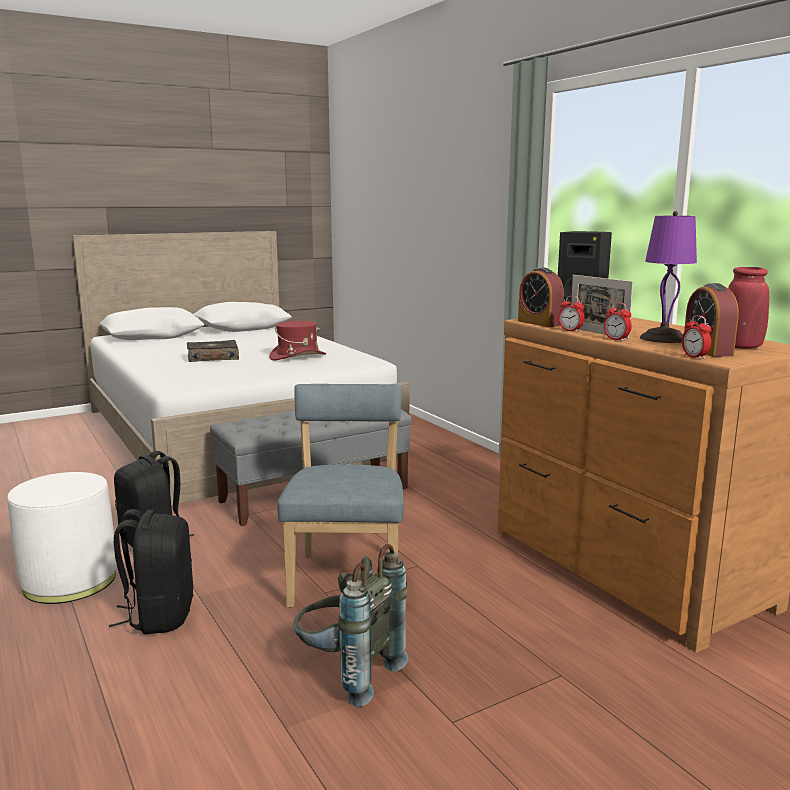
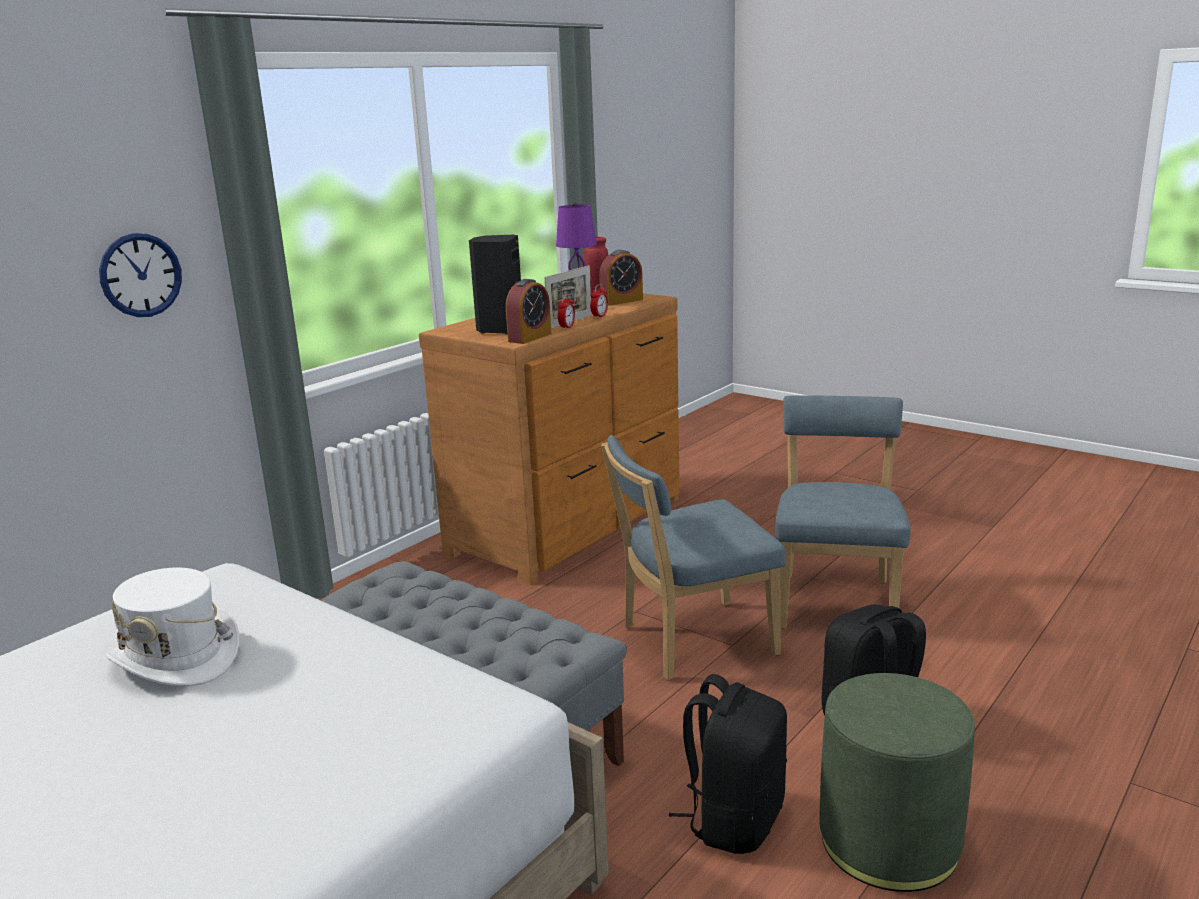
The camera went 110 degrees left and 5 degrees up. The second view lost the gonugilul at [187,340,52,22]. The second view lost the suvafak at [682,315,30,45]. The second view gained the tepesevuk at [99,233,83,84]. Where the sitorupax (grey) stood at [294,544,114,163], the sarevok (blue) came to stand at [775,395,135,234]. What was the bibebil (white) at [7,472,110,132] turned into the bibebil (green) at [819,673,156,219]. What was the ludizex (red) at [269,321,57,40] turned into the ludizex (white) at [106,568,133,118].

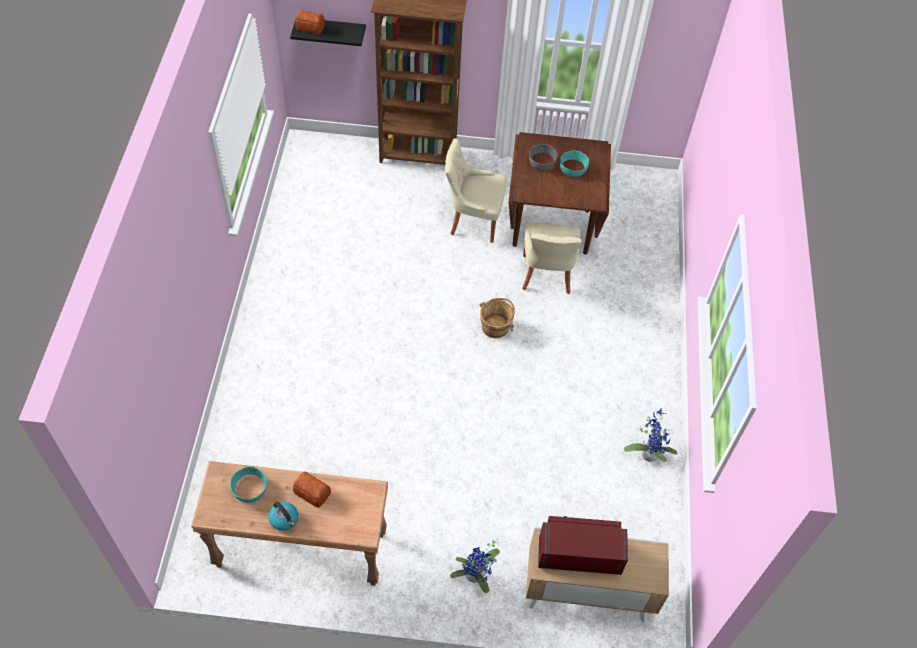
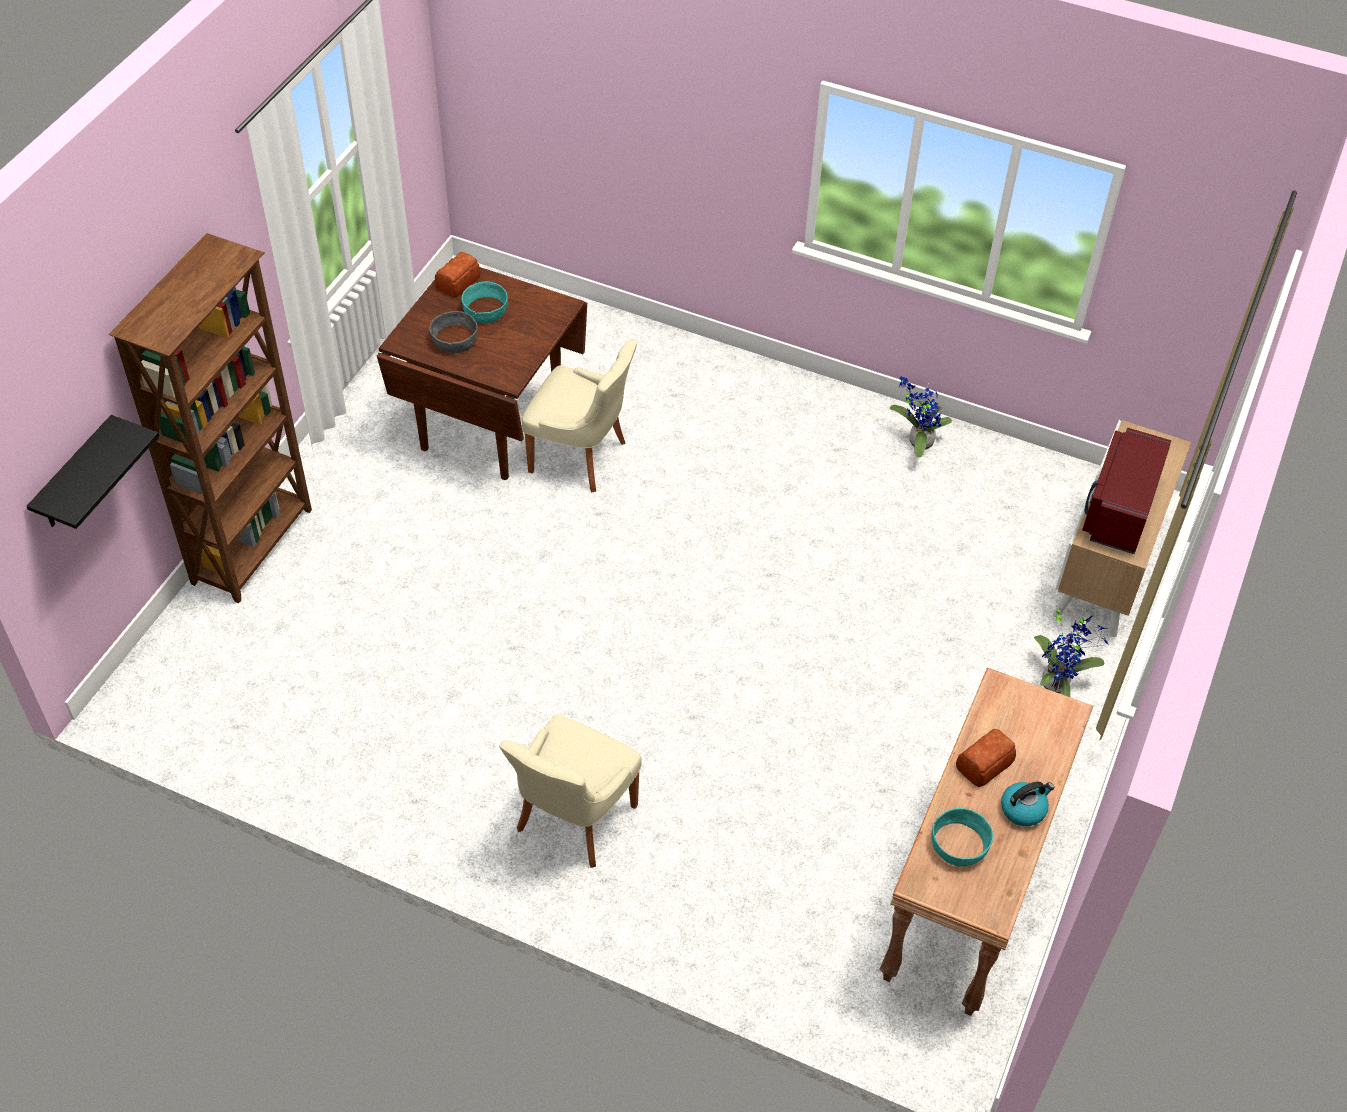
The camera went 70 degrees left and 5 degrees down. The second view lost the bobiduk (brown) at [479,298,36,40]. The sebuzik ended up elsewhere, having gone from [295,10,30,24] to [435,252,46,45]. The sarevok (beige) ended up elsewhere, having gone from [445,138,61,105] to [499,715,143,153].

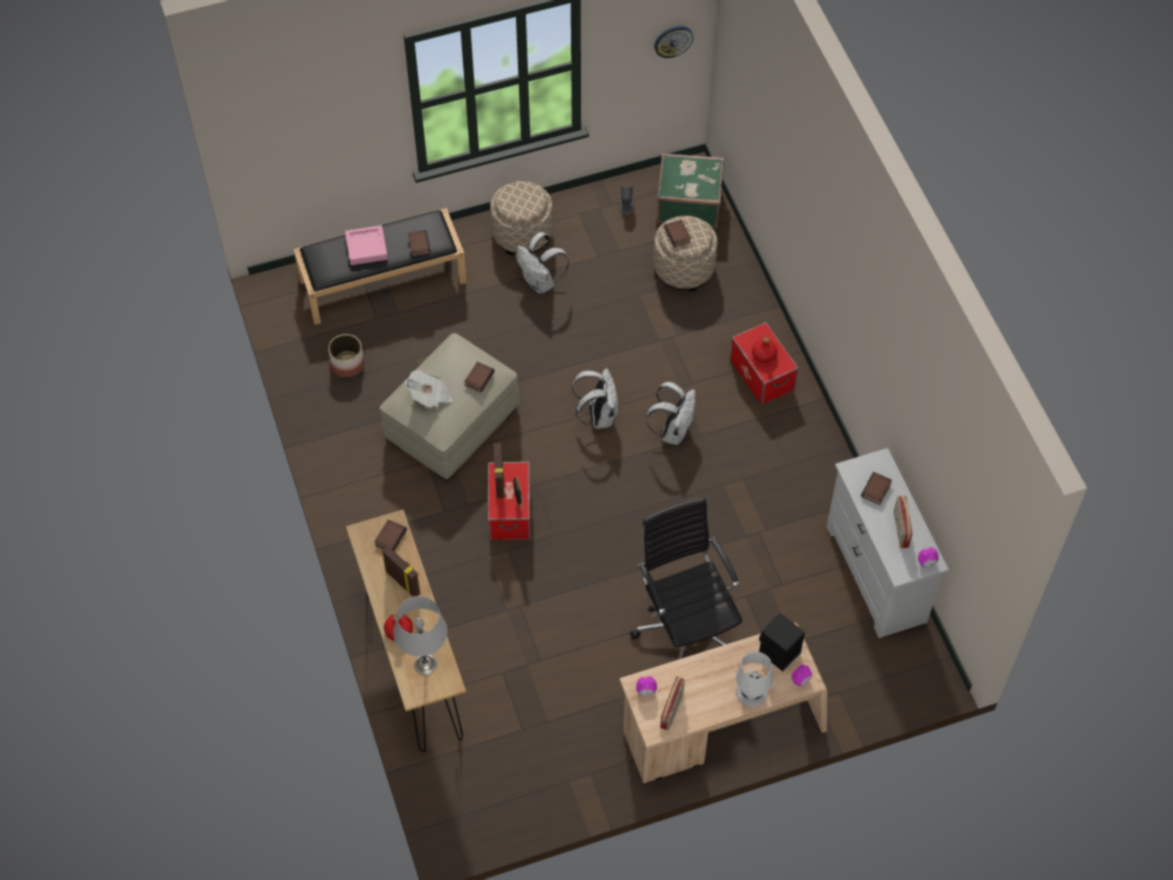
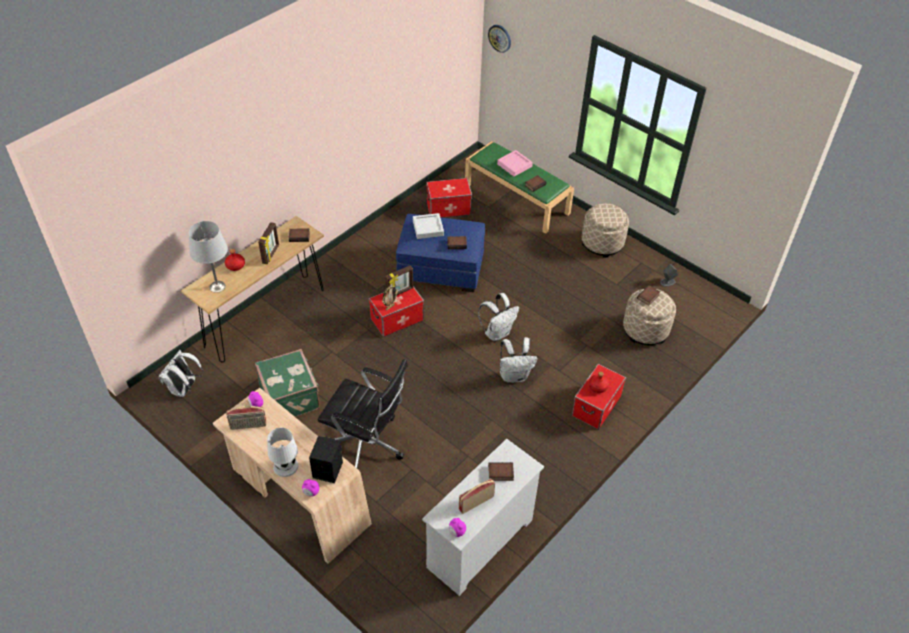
The camera went 60 degrees right and 10 degrees down. The sitorupax (white) ended up elsewhere, having gone from [516,232,53,62] to [158,350,46,47]. The tepesevuk ended up elsewhere, having gone from [654,26,40,32] to [488,25,23,28]. The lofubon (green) ended up elsewhere, having gone from [657,153,67,76] to [255,349,65,68]. Where the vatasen stood at [328,334,36,43], the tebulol came to stand at [426,178,46,40]. Where the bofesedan stood at [405,369,48,39], the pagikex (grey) came to stand at [413,213,31,26]. What was the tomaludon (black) at [293,208,174,117] turned into the tomaludon (green) at [465,141,109,92]. What was the bibebil (beige) at [380,333,140,149] turned into the bibebil (blue) at [396,214,89,78]. The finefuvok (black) at [630,497,112,163] ended up facing another way, 75 degrees clockwise from before.

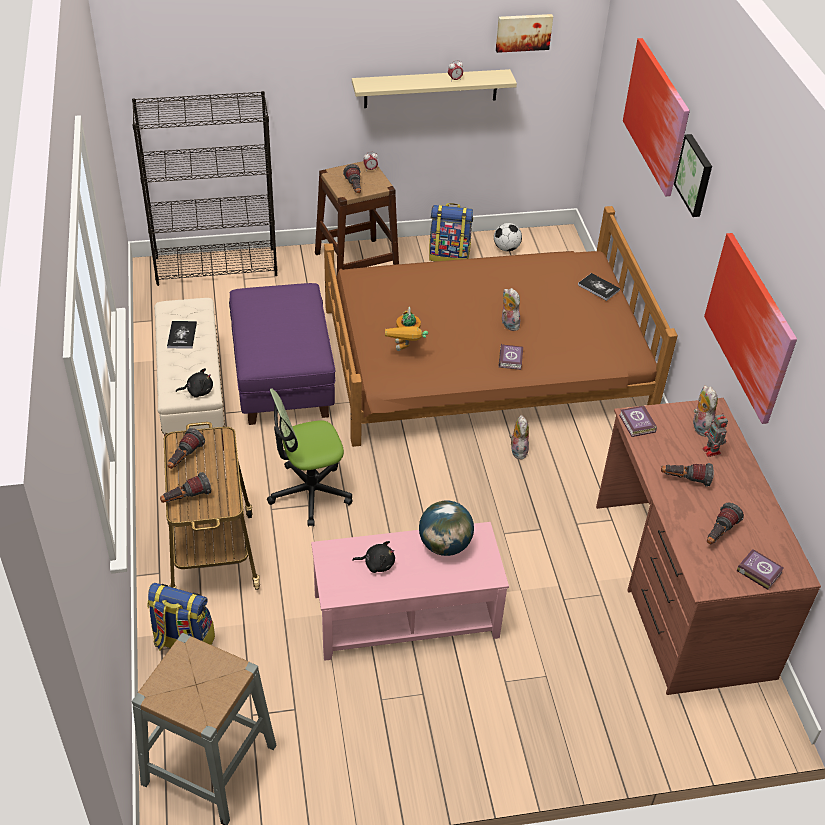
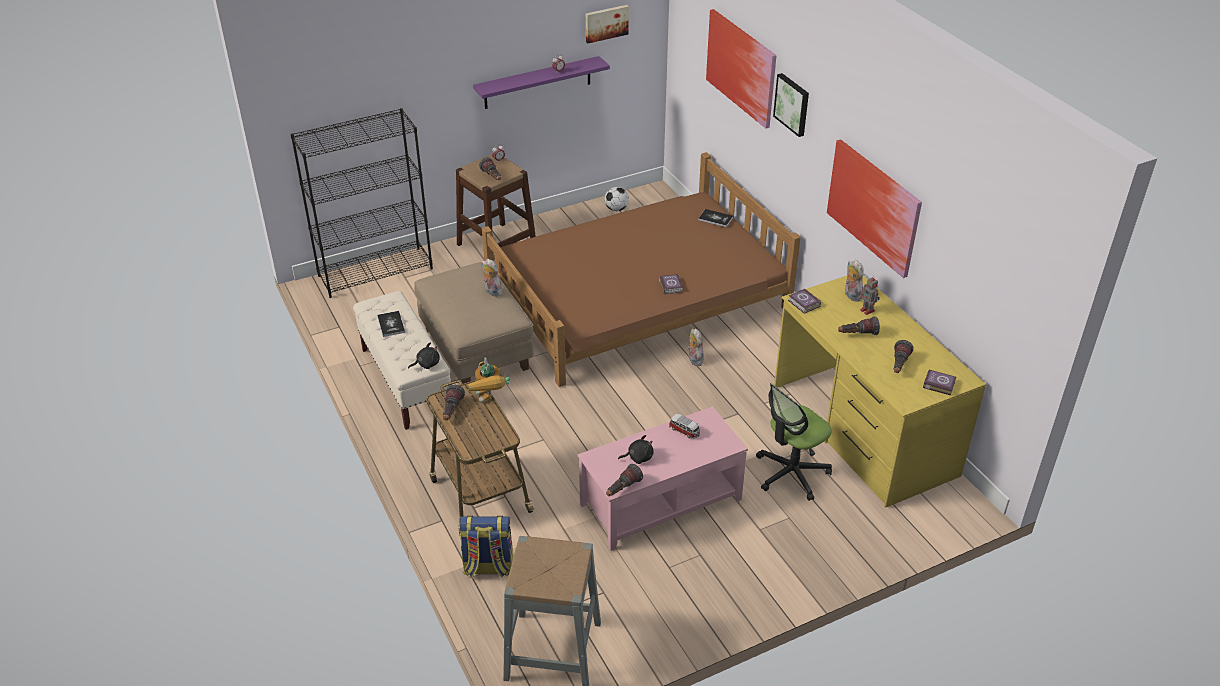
The camera went 15 degrees left and 5 degrees down. The second view lost the sitorupax at [429,203,44,59]. The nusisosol ended up elsewhere, having gone from [160,472,51,31] to [606,464,37,32]. The finefuvok ended up elsewhere, having gone from [267,389,86,137] to [756,383,76,118]. The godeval ended up elsewhere, having gone from [385,307,43,44] to [468,357,42,46]. The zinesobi ended up elsewhere, having gone from [502,288,18,43] to [481,259,22,37]. Where the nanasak stood at [419,500,55,56], the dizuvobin came to stand at [669,414,31,25]. What was the bibebil (purple) at [229,283,107,142] turned into the bibebil (beige) at [414,262,120,122]. What was the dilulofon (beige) at [352,69,165,39] turned into the dilulofon (purple) at [473,56,137,53]. What was the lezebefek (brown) at [596,398,225,297] turned into the lezebefek (yellow) at [774,275,212,233].

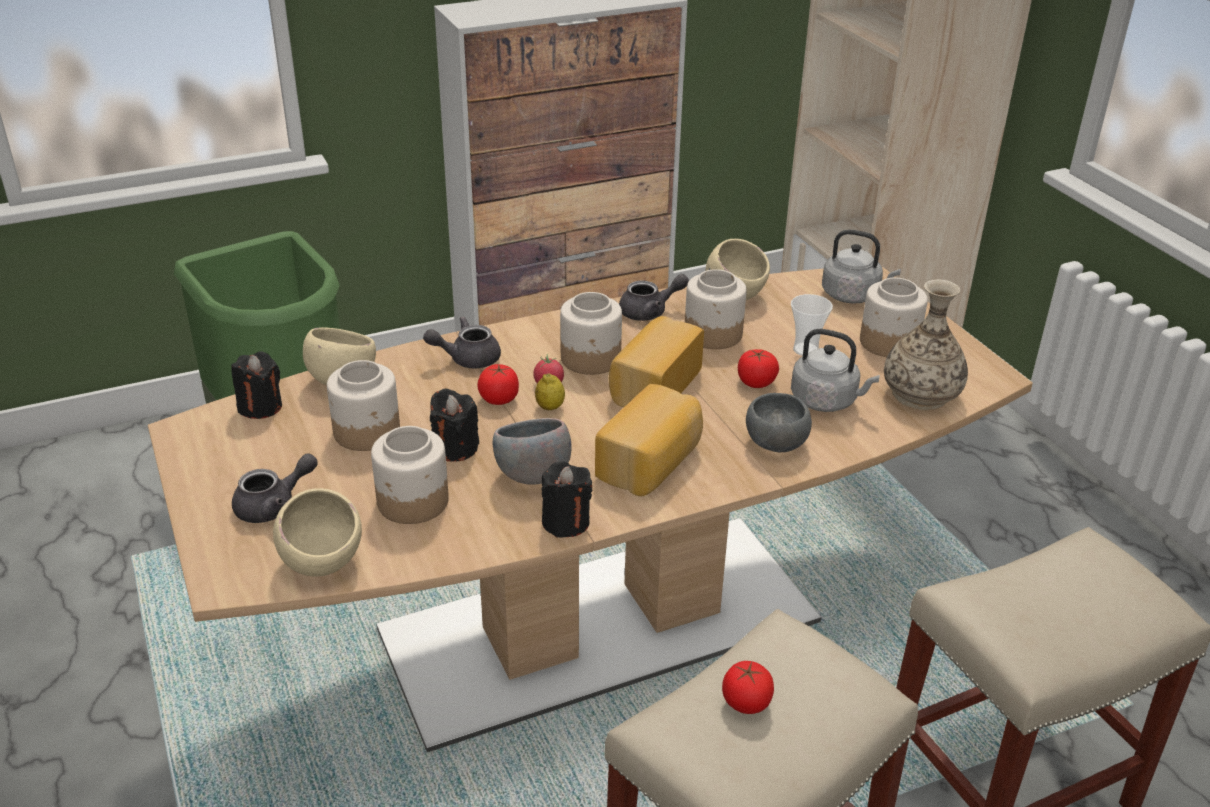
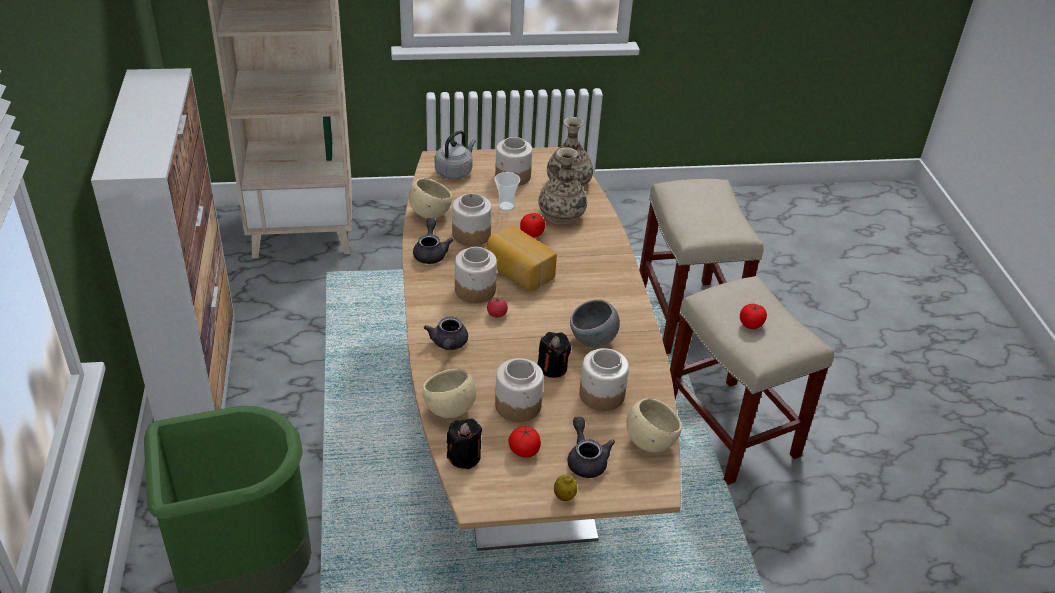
The camera went 75 degrees left and 5 degrees up. The second view lost the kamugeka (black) at [542,462,50,76]. The second view lost the sebuzik at [595,384,108,112]. The second view lost the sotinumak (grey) at [746,393,66,59]. The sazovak ended up elsewhere, having gone from [477,364,42,41] to [509,426,32,32]. The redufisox ended up elsewhere, having gone from [535,373,30,37] to [554,475,23,26]. Where the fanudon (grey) stood at [791,329,89,83], the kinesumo came to stand at [539,147,48,78].

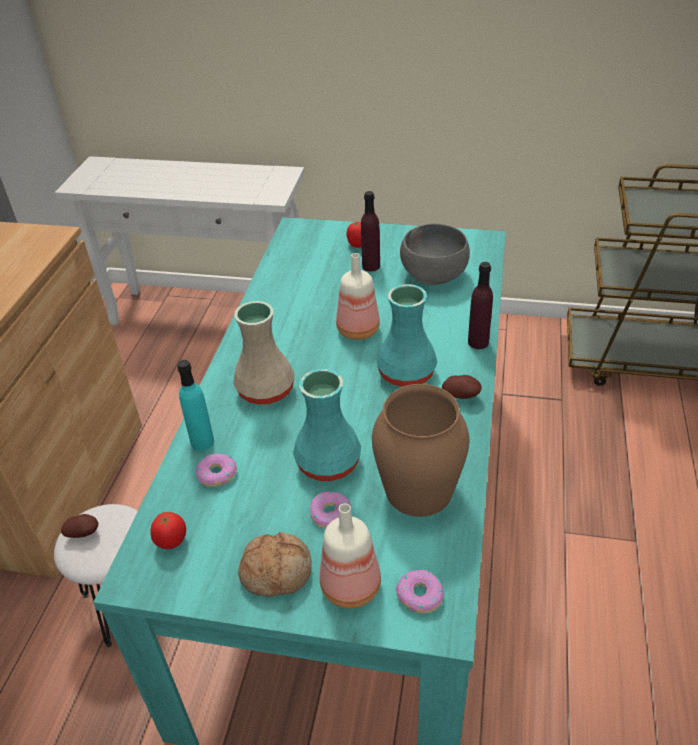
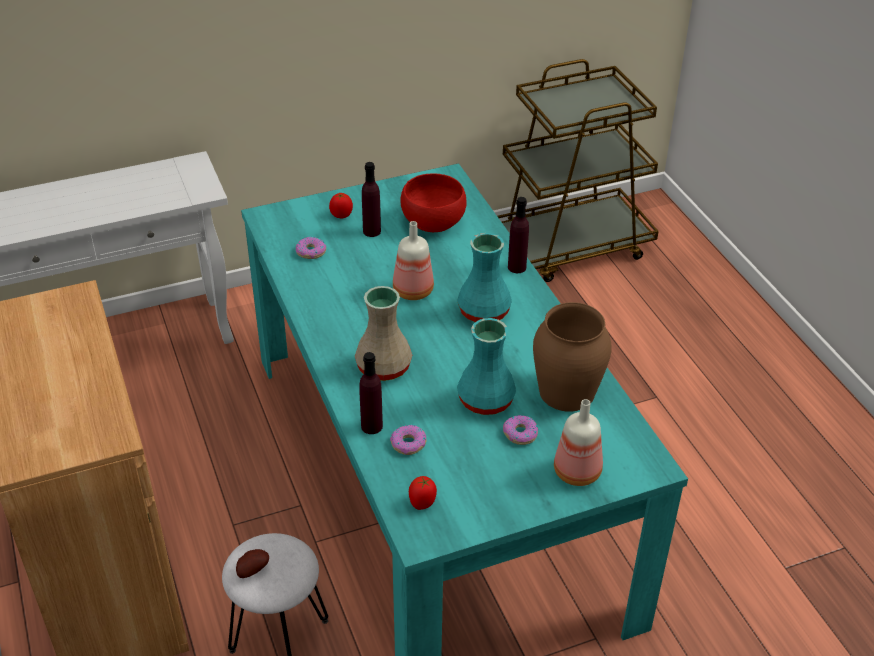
The camera went 35 degrees left and 0 degrees up. The second view lost the sebuzik at [238,532,74,65]. The second view lost the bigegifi at [442,375,40,24]. The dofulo ended up elsewhere, having gone from [396,570,48,44] to [296,237,30,22]. What was the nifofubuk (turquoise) at [177,360,37,91] turned into the nifofubuk (purple) at [359,352,24,82]. What was the sotinumak (grey) at [400,224,70,61] turned into the sotinumak (red) at [400,173,67,59].

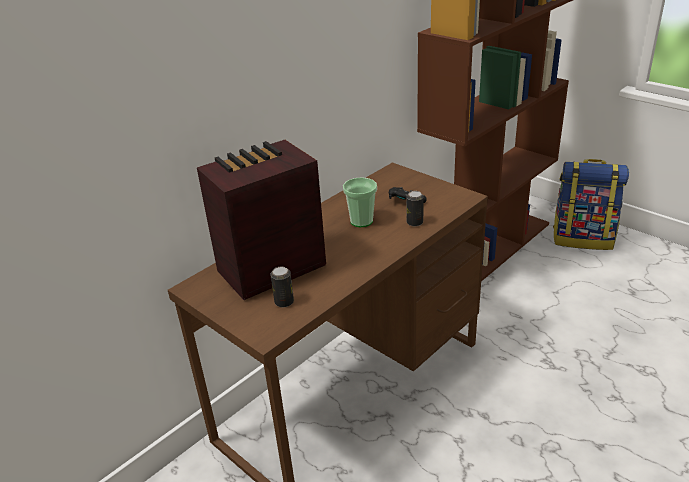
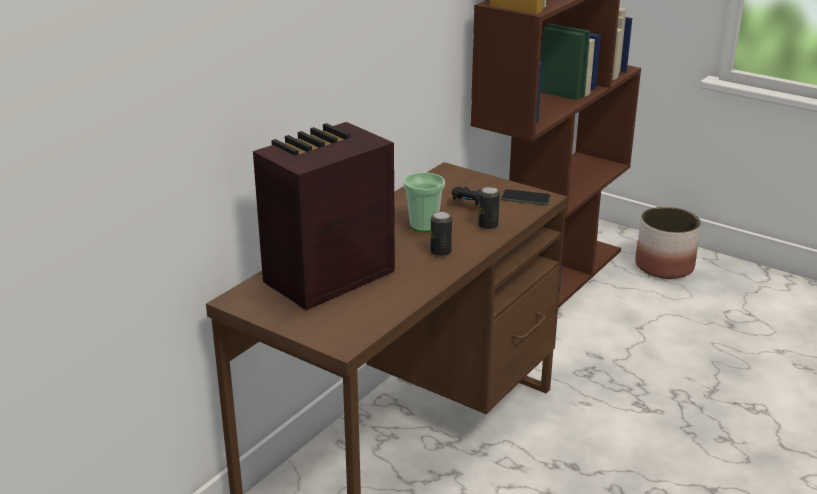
The camera went 10 degrees left and 5 degrees down. The second view gained the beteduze at [501,189,50,16]. The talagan ended up elsewhere, having gone from [271,267,23,40] to [430,211,22,46]. Where the sitorupax stood at [553,159,76,91], the vatasen came to stand at [635,207,66,72].

